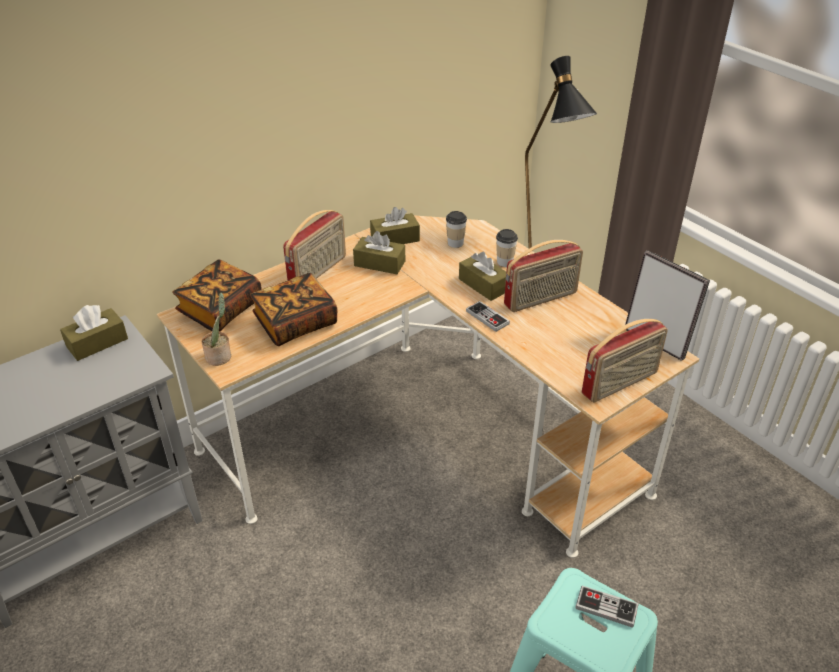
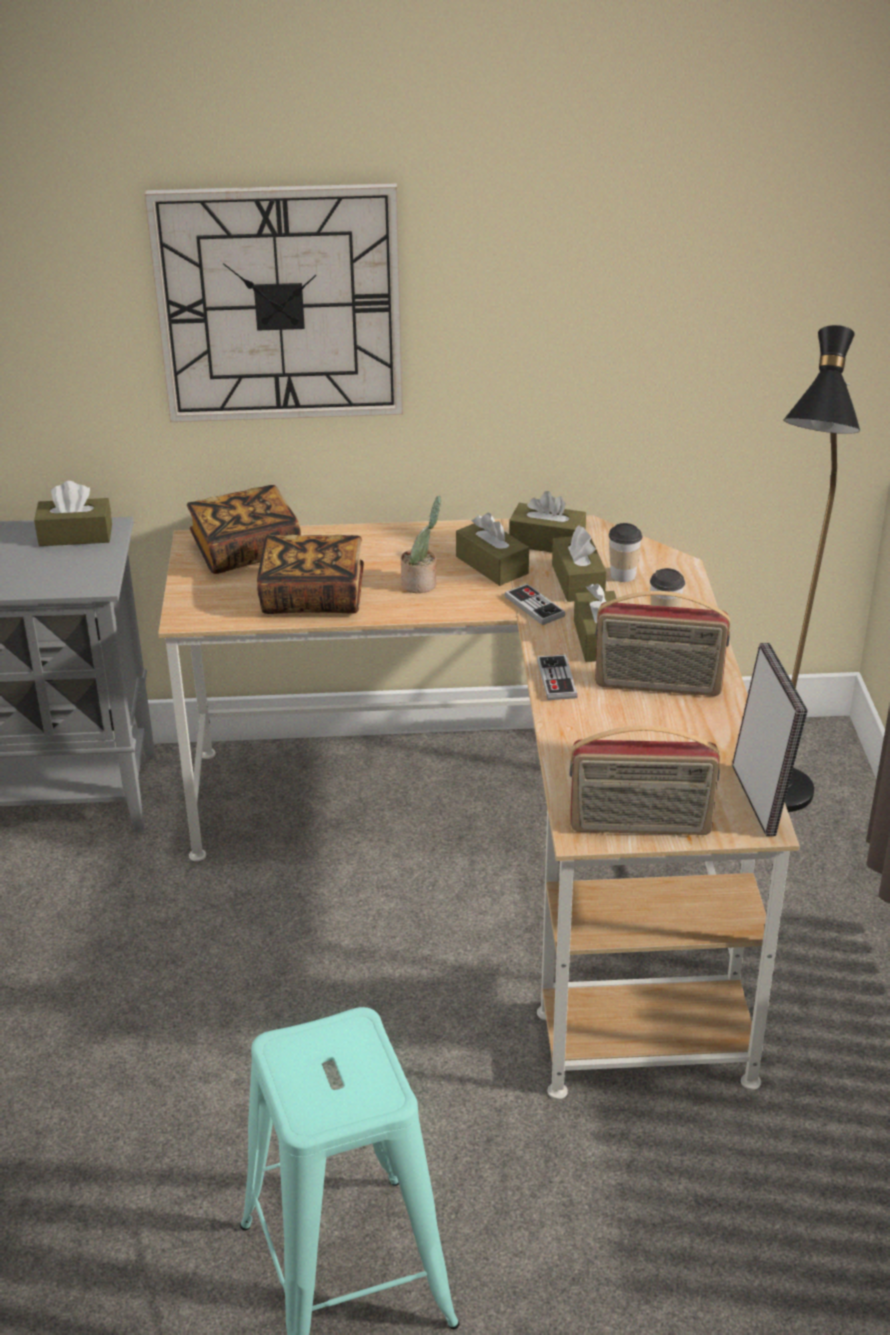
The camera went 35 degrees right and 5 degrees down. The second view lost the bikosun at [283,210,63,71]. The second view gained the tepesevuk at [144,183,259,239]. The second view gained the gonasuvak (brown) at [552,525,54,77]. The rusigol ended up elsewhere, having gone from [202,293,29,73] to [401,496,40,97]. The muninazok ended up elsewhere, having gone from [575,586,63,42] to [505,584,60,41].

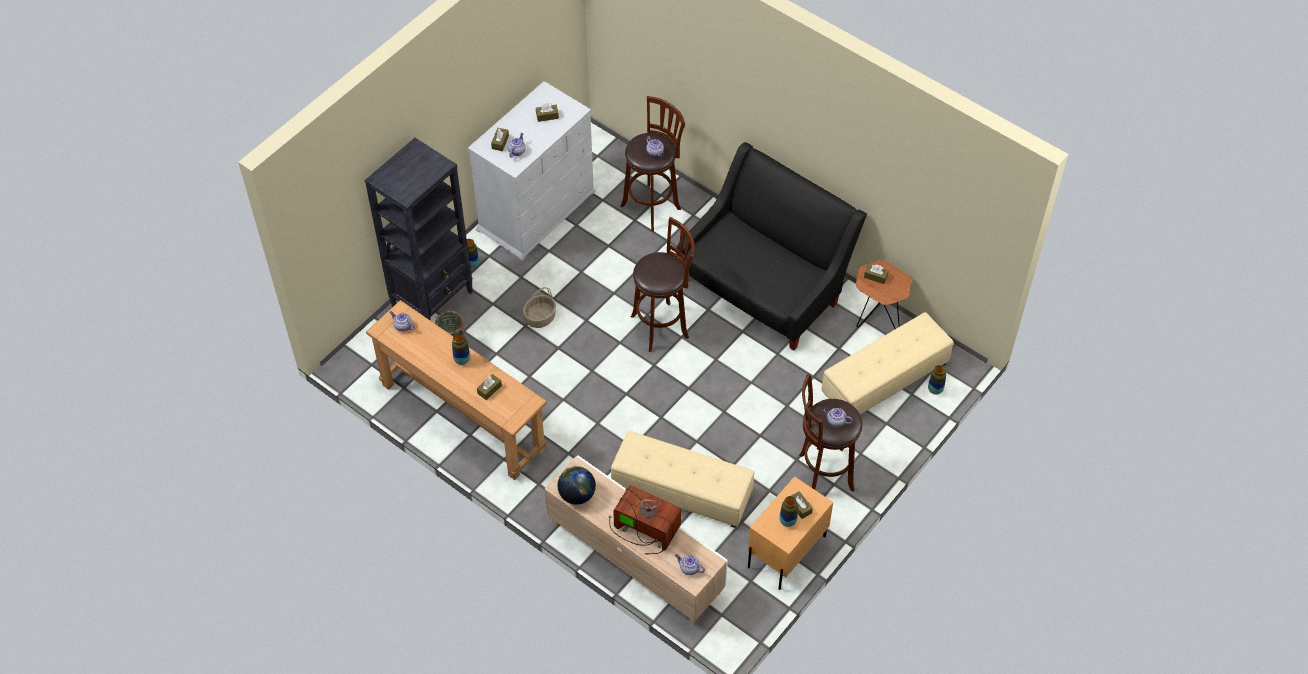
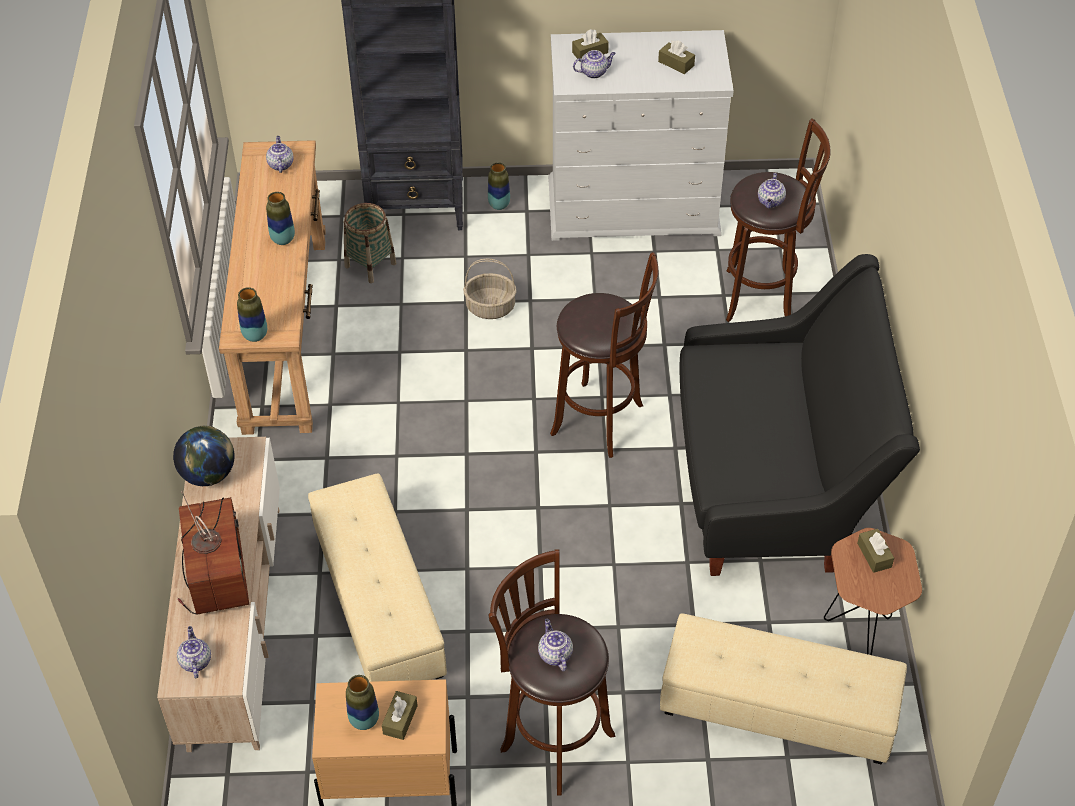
The camera went 50 degrees right and 5 degrees down. The second view lost the gonasuvak (brown) at [477,374,25,26]. The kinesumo ended up elsewhere, having gone from [928,365,18,30] to [237,287,30,55].

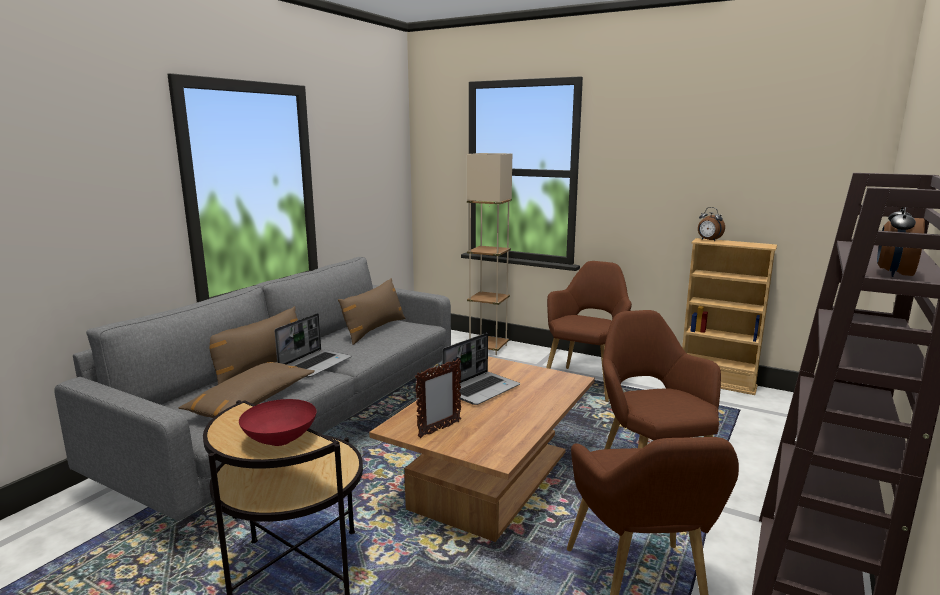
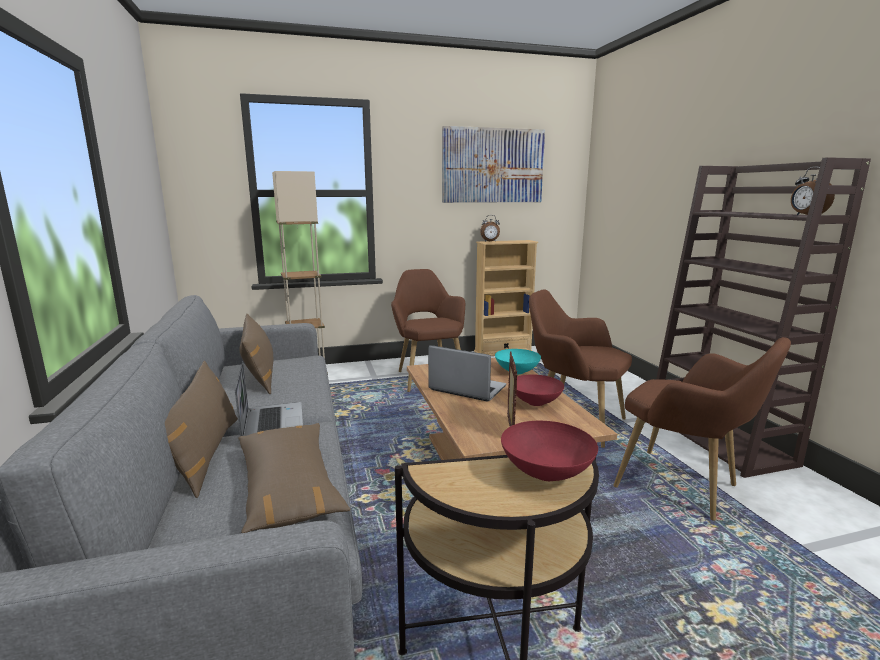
The camera went 45 degrees left and 0 degrees up. The second view gained the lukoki at [442,126,103,77]. The second view gained the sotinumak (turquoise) at [495,349,46,25]. The second view gained the sotinumak (red) at [516,375,48,31]. The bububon at [442,333,78,72] ended up facing another way, 60 degrees counterclockwise from before.

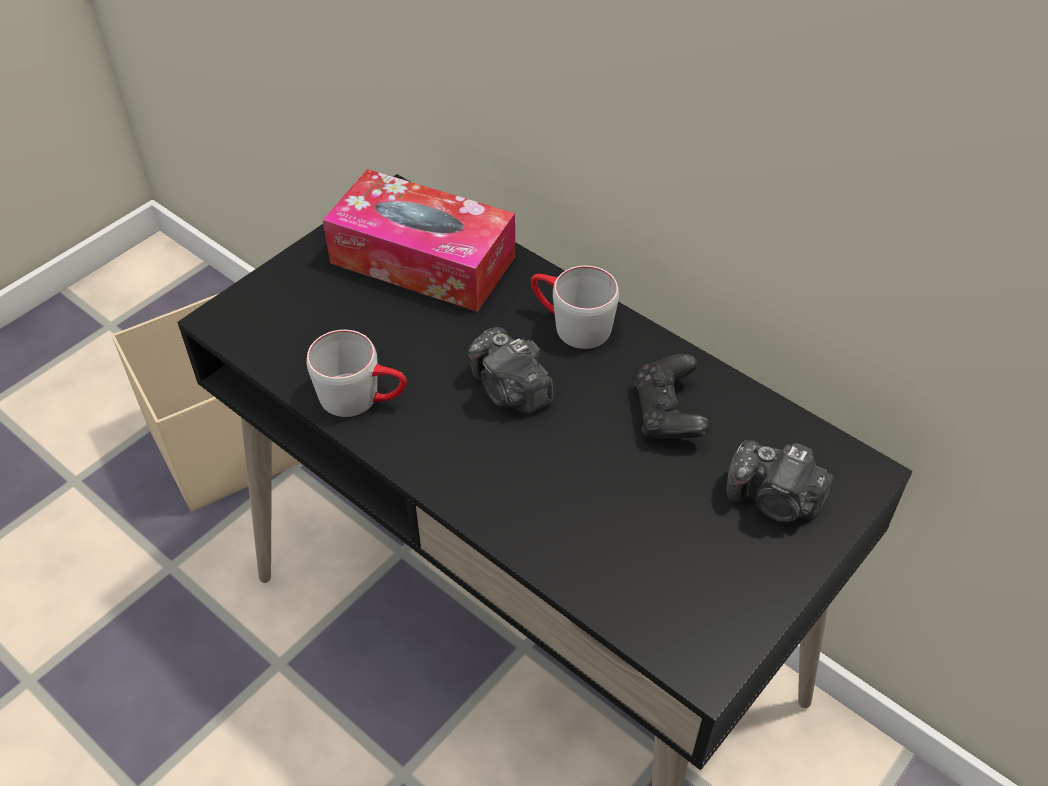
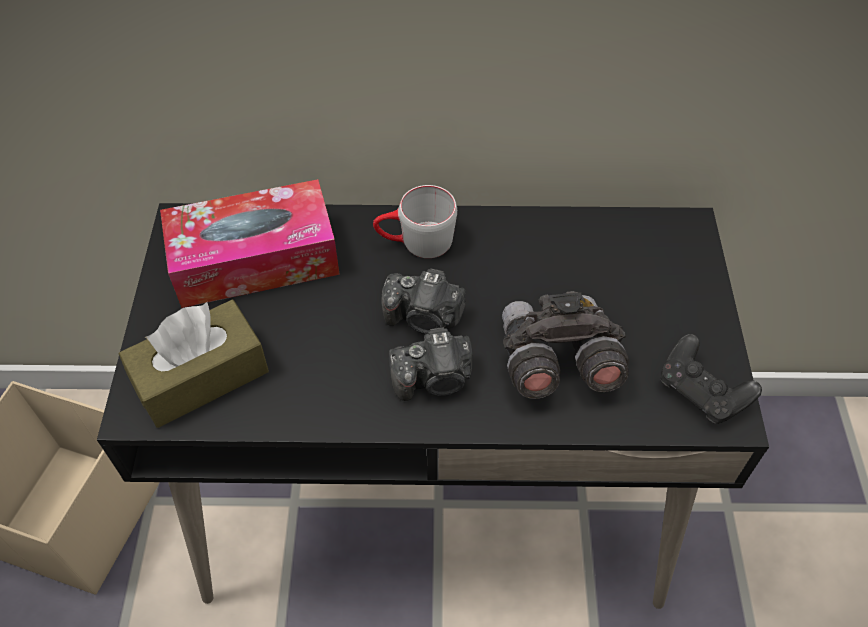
The camera went 40 degrees left and 5 degrees up. The second view lost the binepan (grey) at [306,330,101,87]. The second view gained the gonasuvak (brown) at [119,300,150,128]. The second view gained the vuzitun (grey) at [502,291,127,108]. The muninazok (black) ended up elsewhere, having gone from [634,354,76,85] to [660,334,102,90]. The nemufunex ended up elsewhere, having gone from [726,440,108,83] to [389,327,84,74].

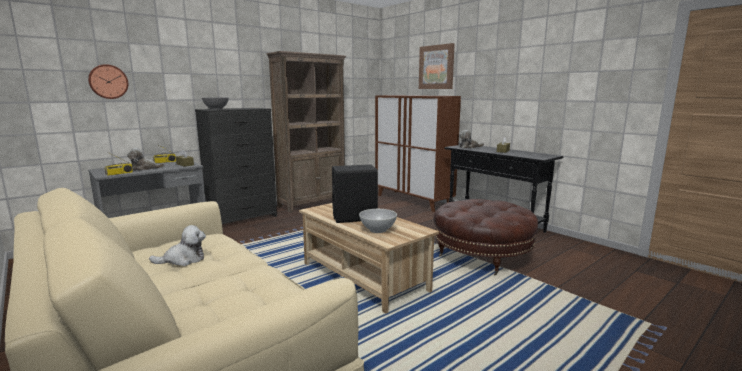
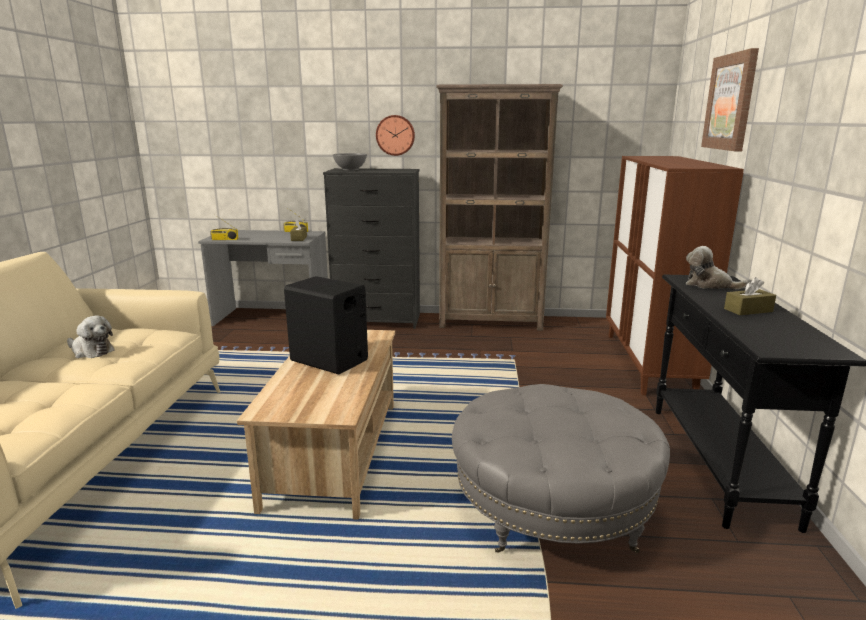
The camera went 45 degrees right and 5 degrees up. The second view lost the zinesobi at [127,148,38,22]. The second view lost the sotinumak (white) at [359,209,38,24]. The tepesevuk ended up elsewhere, having gone from [88,64,40,35] to [376,115,39,41]. What was the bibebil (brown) at [433,199,105,76] turned into the bibebil (grey) at [452,384,218,169].

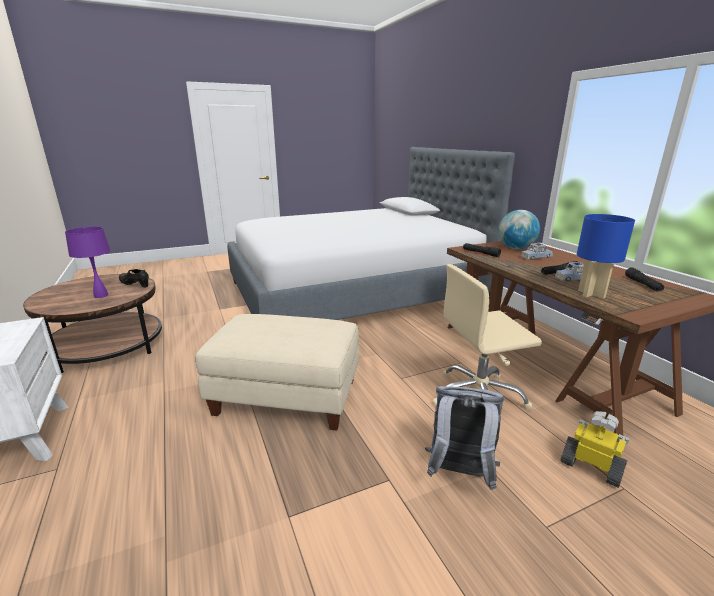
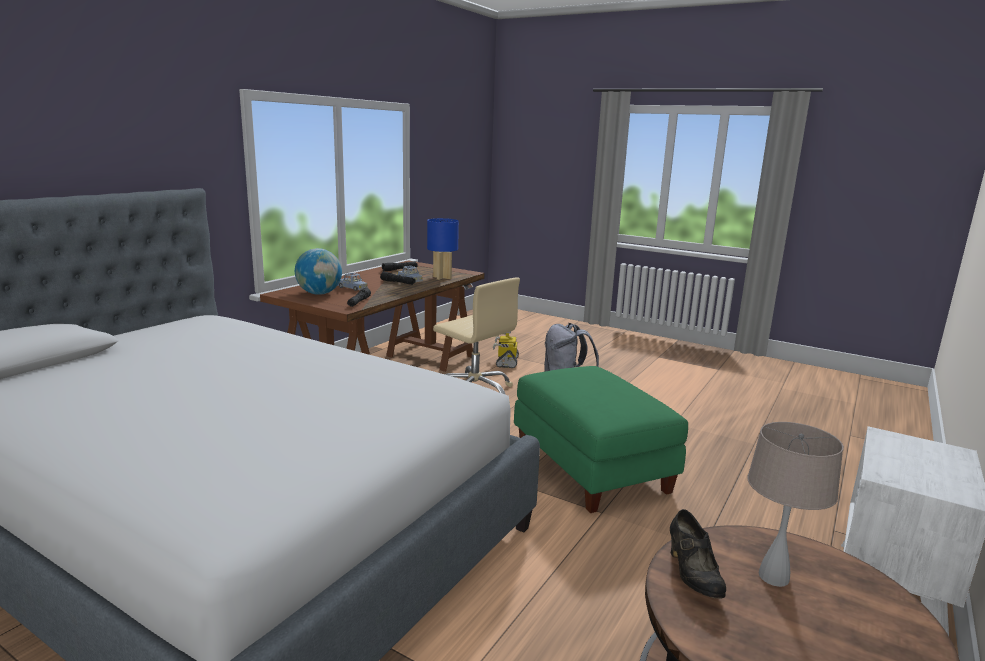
The camera went 125 degrees left and 5 degrees down. What was the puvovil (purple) at [65,226,46,72] turned into the puvovil (beige) at [747,422,97,165]. What was the bibebil (beige) at [195,314,164,117] turned into the bibebil (green) at [514,366,174,147].

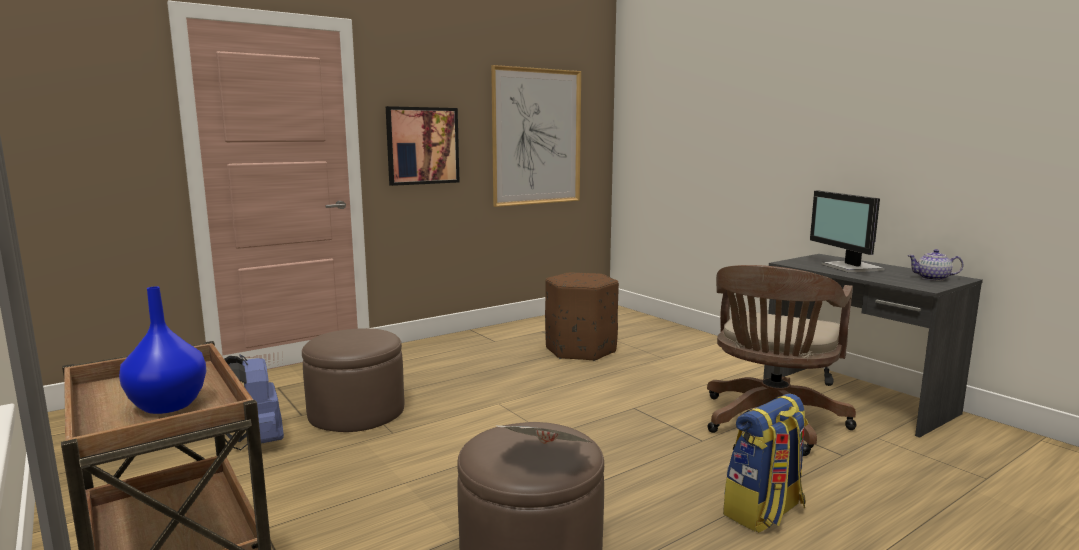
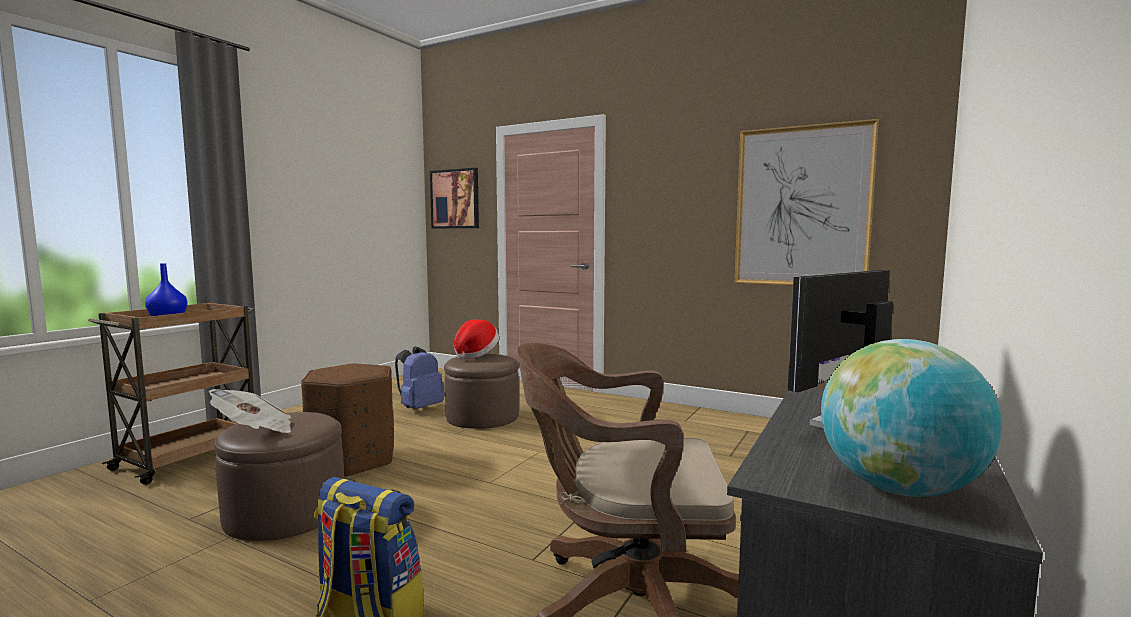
The camera went 65 degrees right and 5 degrees down. The second view gained the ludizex at [454,320,45,39]. The lukoki ended up elsewhere, having gone from [386,106,73,80] to [430,168,49,61]. The bibebil (brown) ended up elsewhere, having gone from [545,272,74,89] to [301,364,93,113]. Where the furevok stood at [907,249,57,32], the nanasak came to stand at [821,339,181,158].

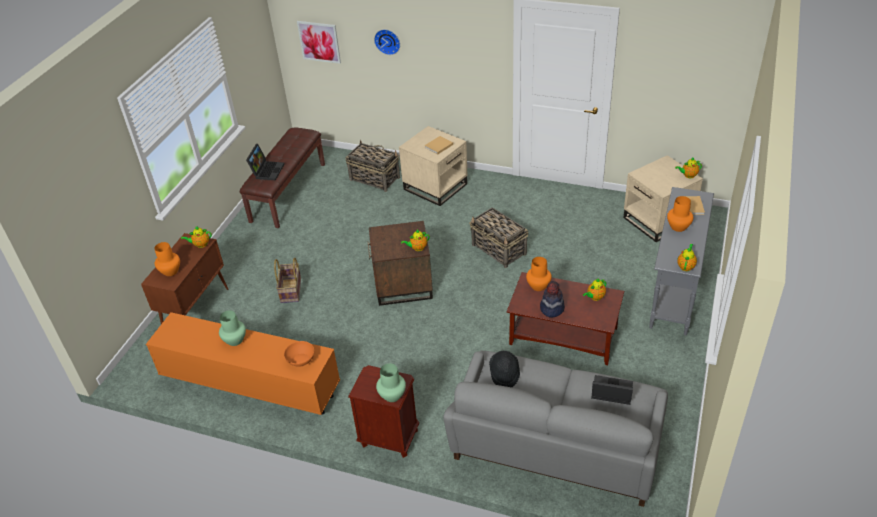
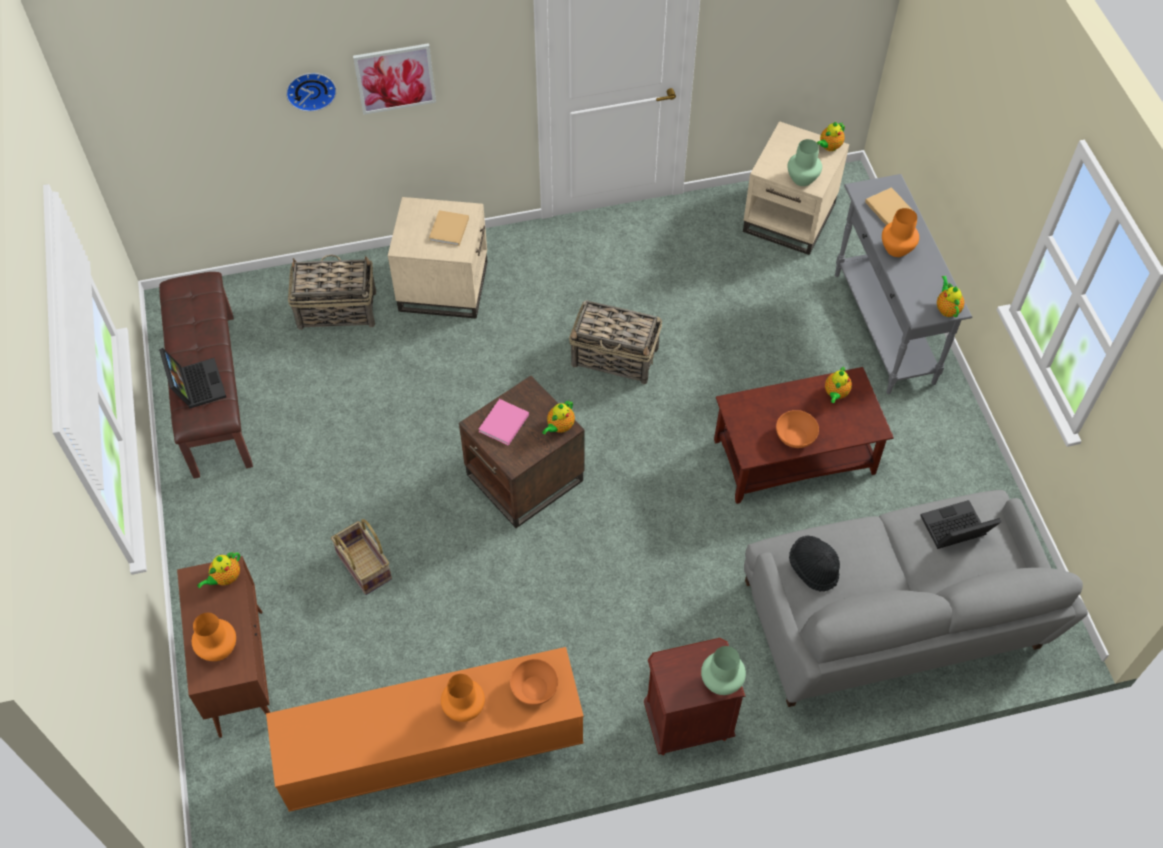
The camera went 35 degrees left and 15 degrees up. The second view gained the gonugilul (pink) at [479,399,50,47]. The kinesumo (green) ended up elsewhere, having gone from [219,310,27,36] to [788,139,34,47]. The lukoki ended up elsewhere, having gone from [297,21,44,43] to [353,43,83,72]. The kinesumo (orange) ended up elsewhere, having gone from [526,257,26,34] to [441,674,44,48]. Where the ludizex stood at [540,281,25,37], the sotinumak (orange) came to stand at [776,410,43,38].

